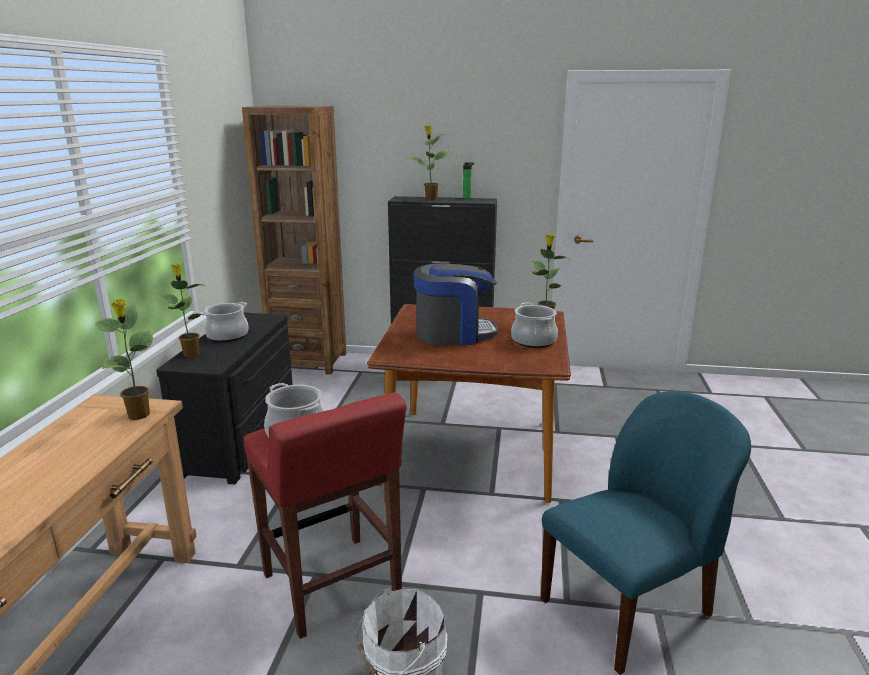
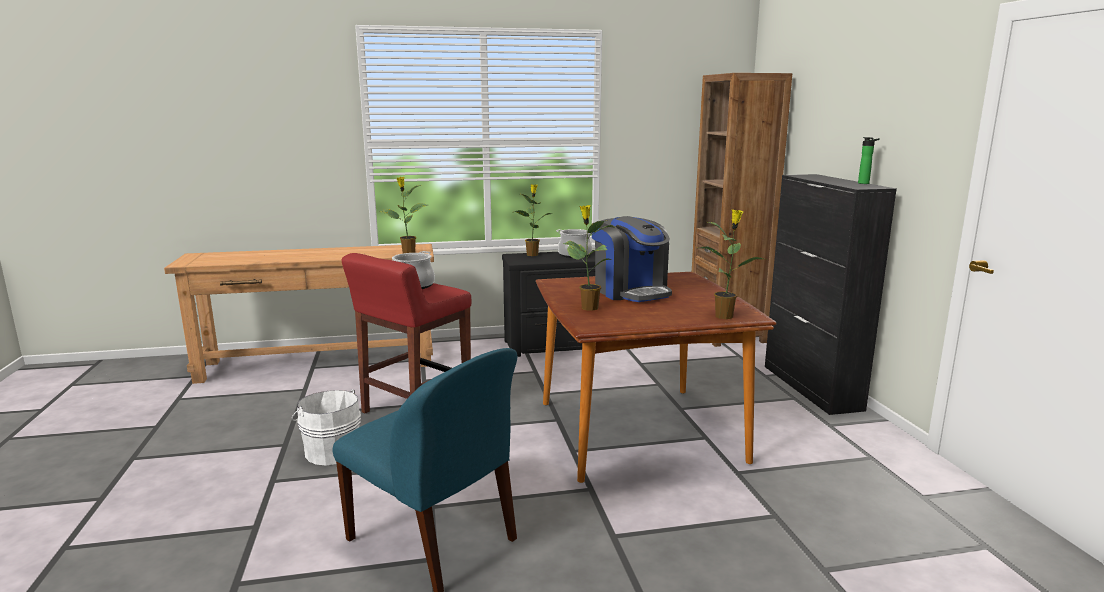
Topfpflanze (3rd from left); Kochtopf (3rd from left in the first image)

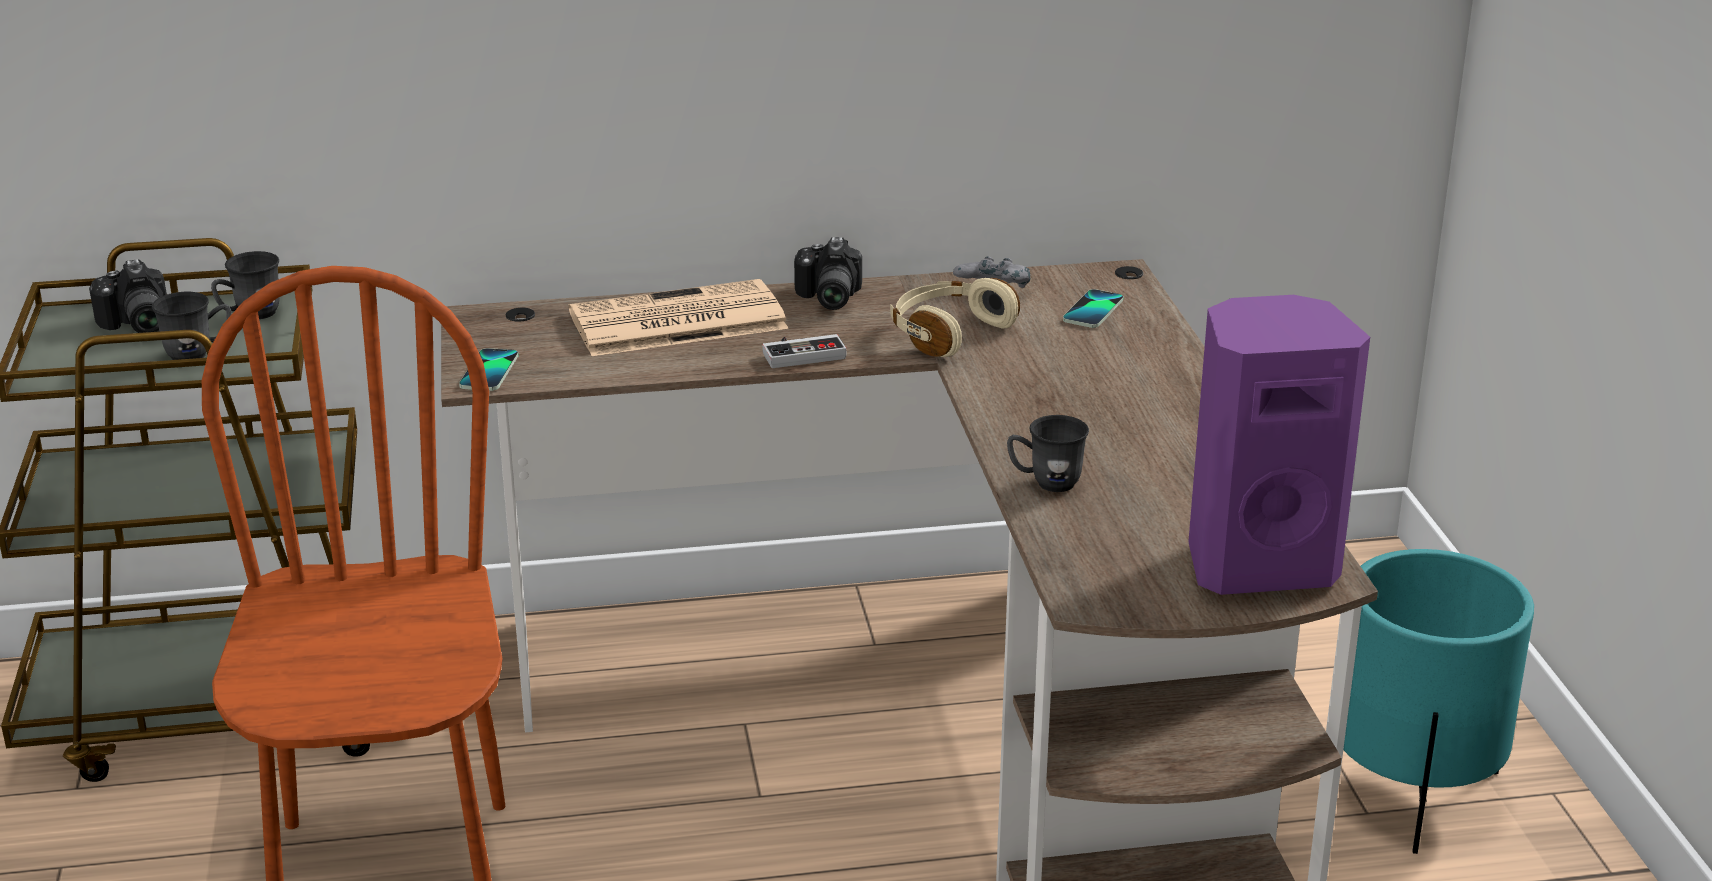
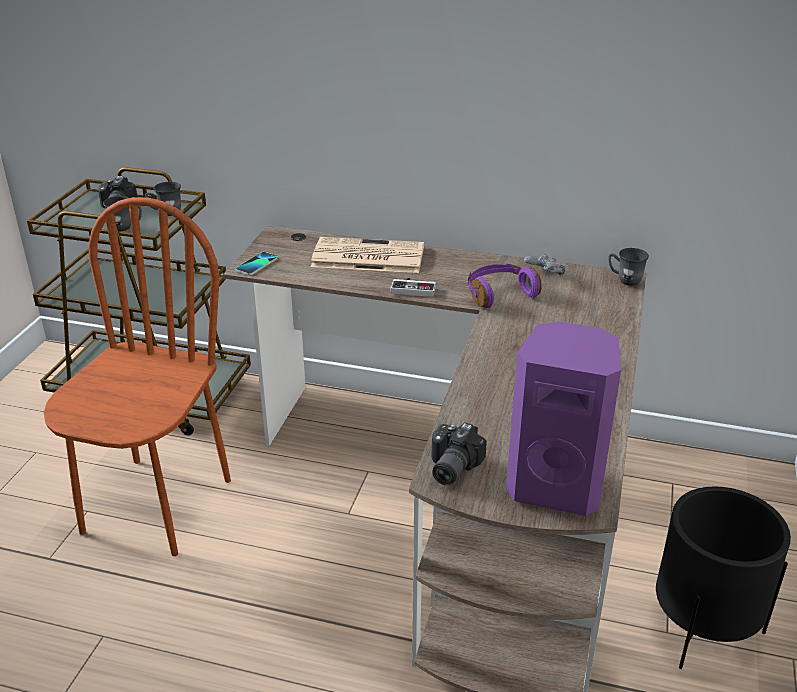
Kamera (2nd from left); Kopfhörer [lila]; Handy (2nd from left in the first image); Henkelbecher [grau] (3rd from left); Pflanzkübel [schwarz]

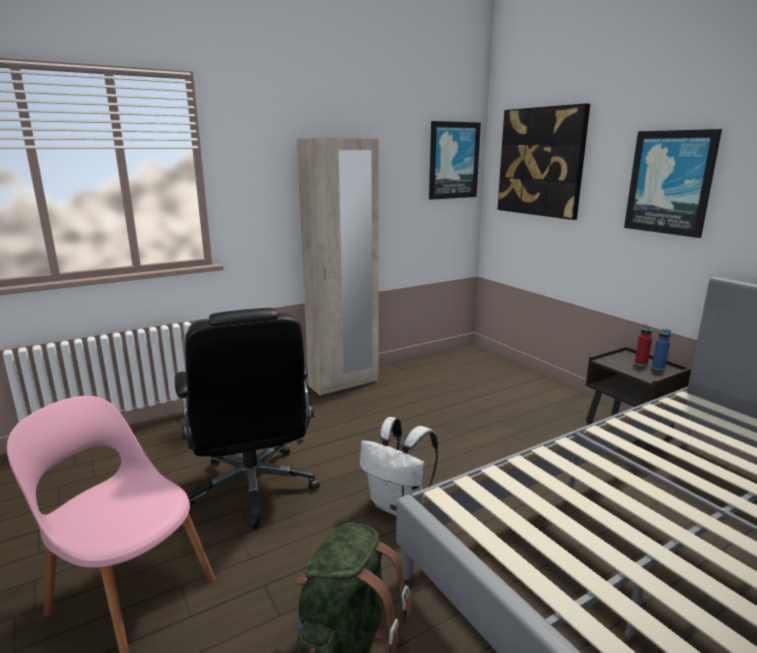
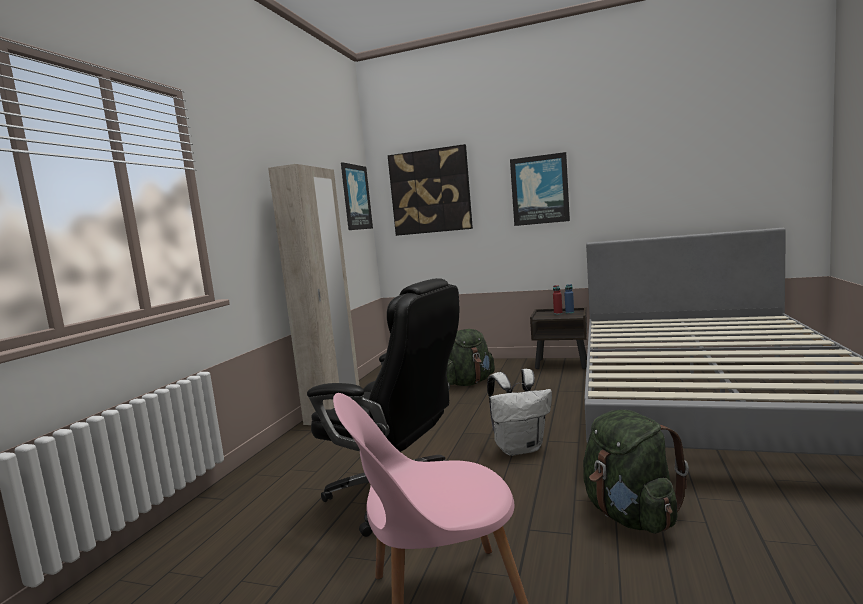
Rucksack [grün] (1st from left)

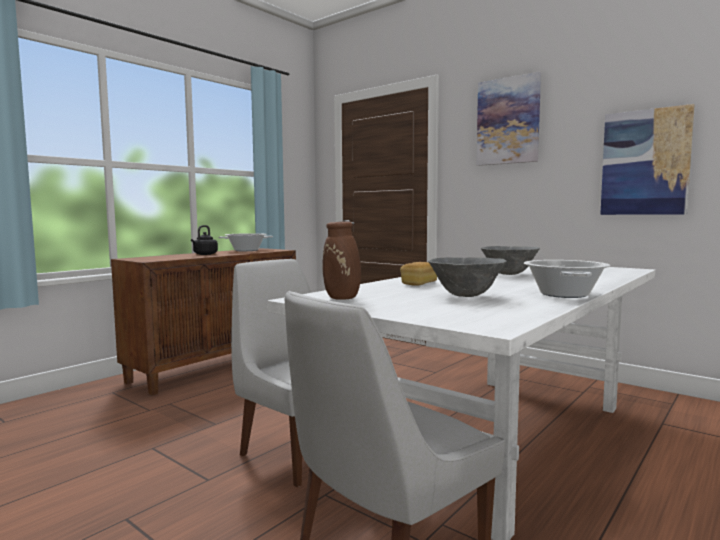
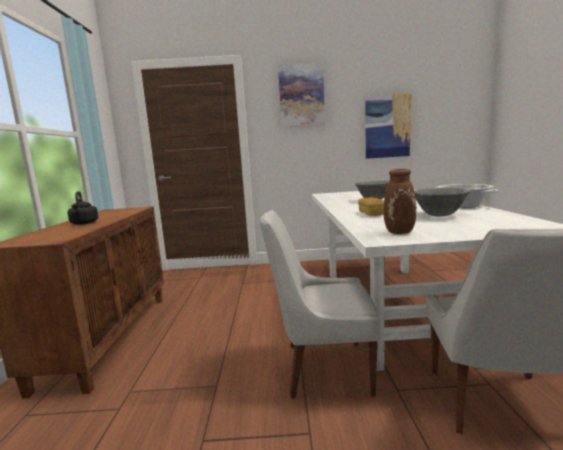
Kochtopf (1st from left in the first image)

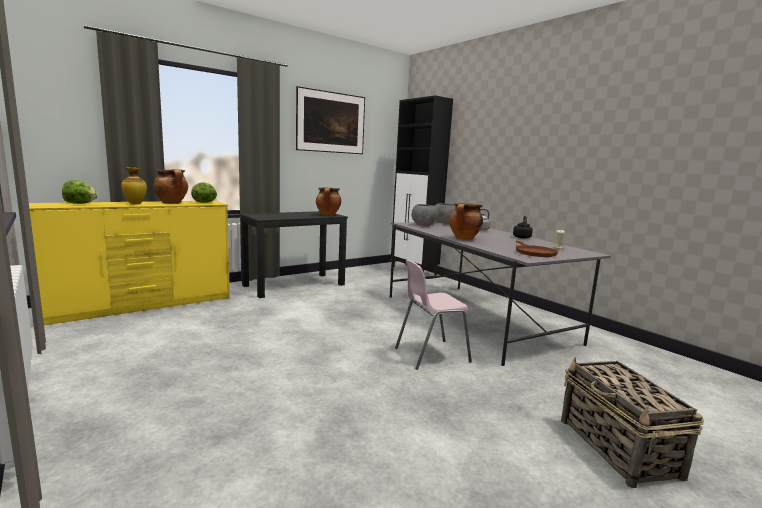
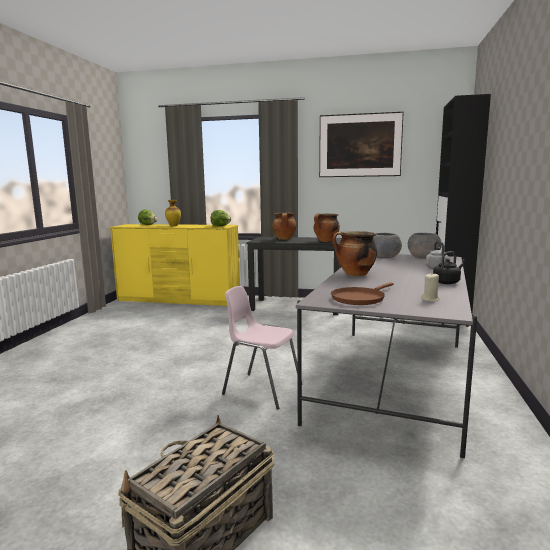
Kochtopf (1st from left)

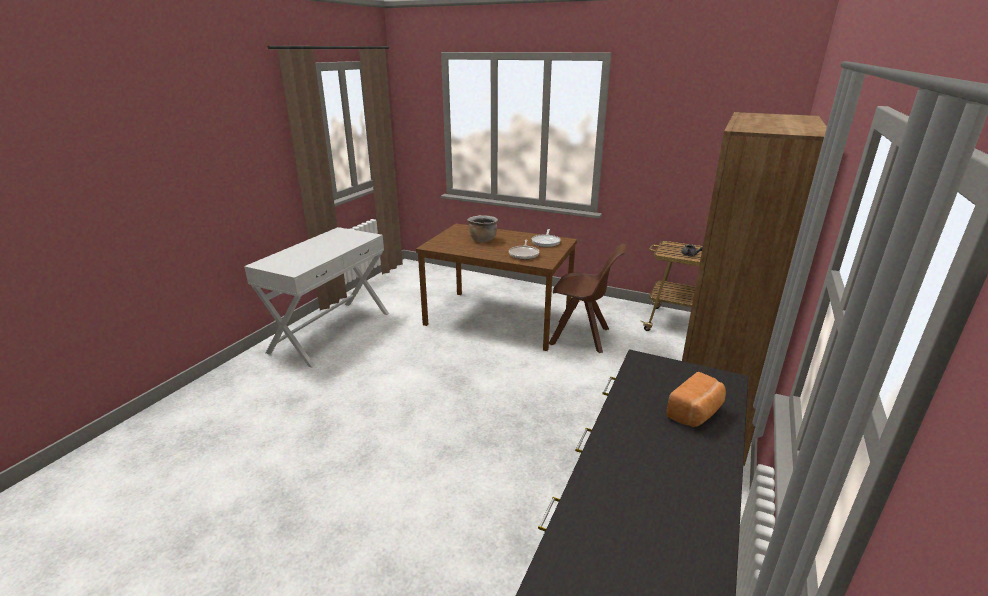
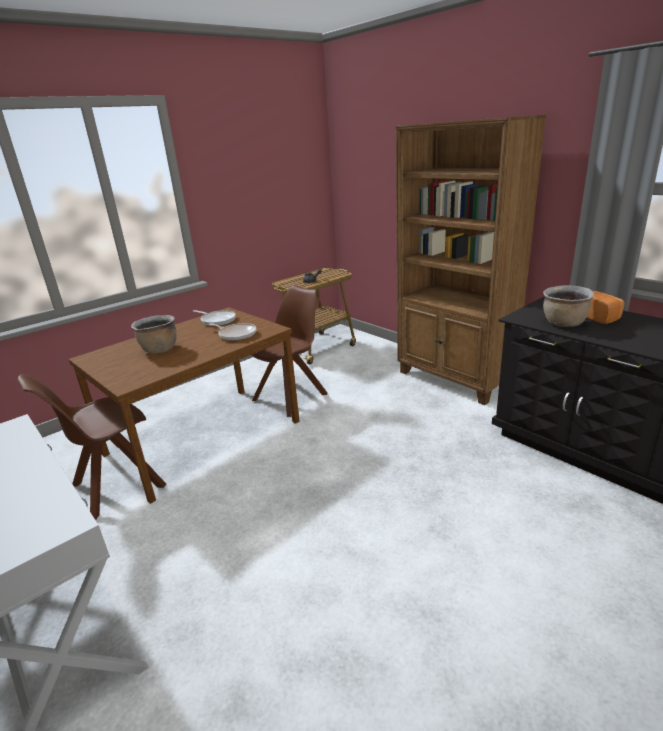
Kochtopf [braun] (2nd from left); Stuhl [braun] (1st from left)

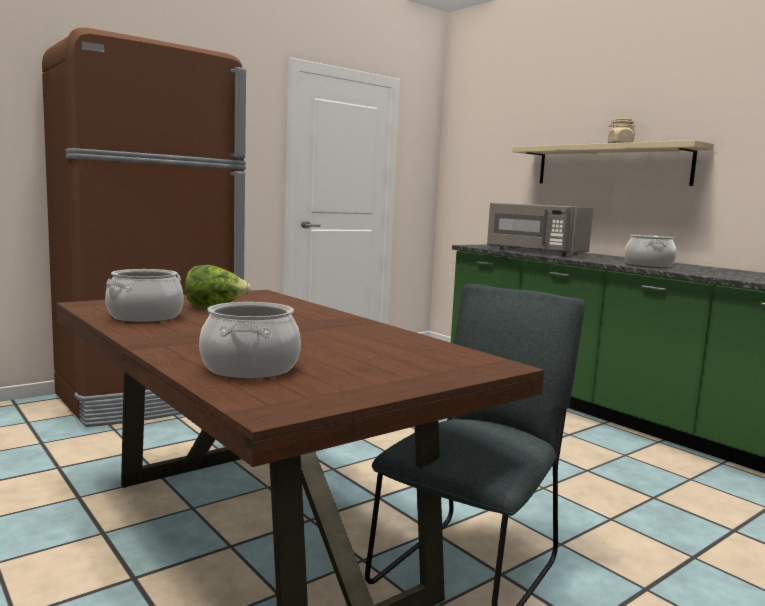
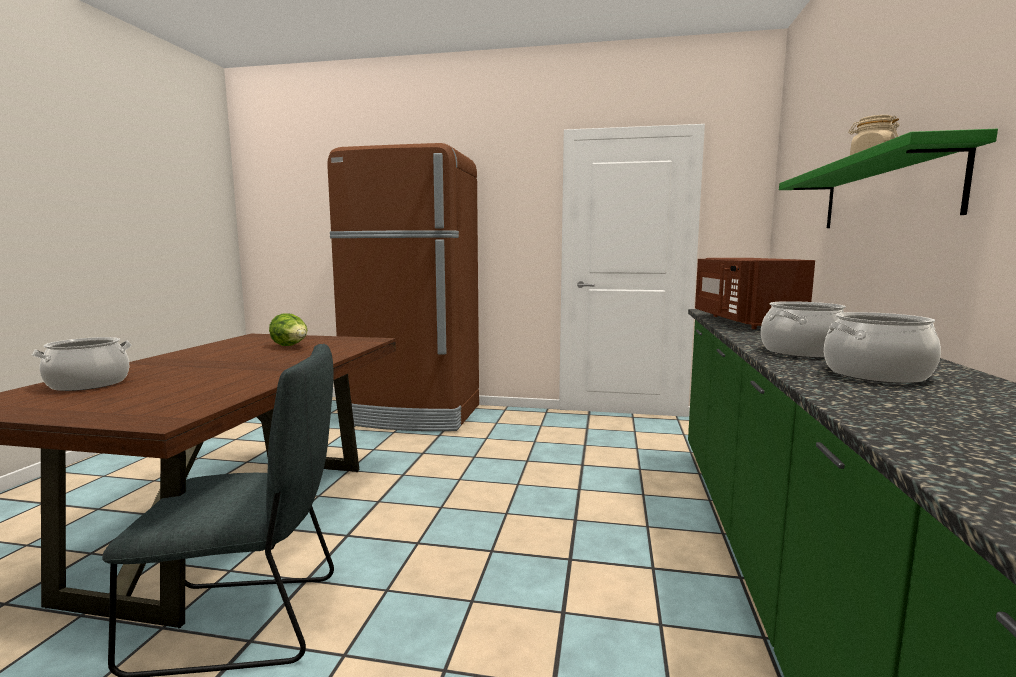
Wandregal [grün]; Mikrowelle [braun]; Kochtopf (3rd from left)

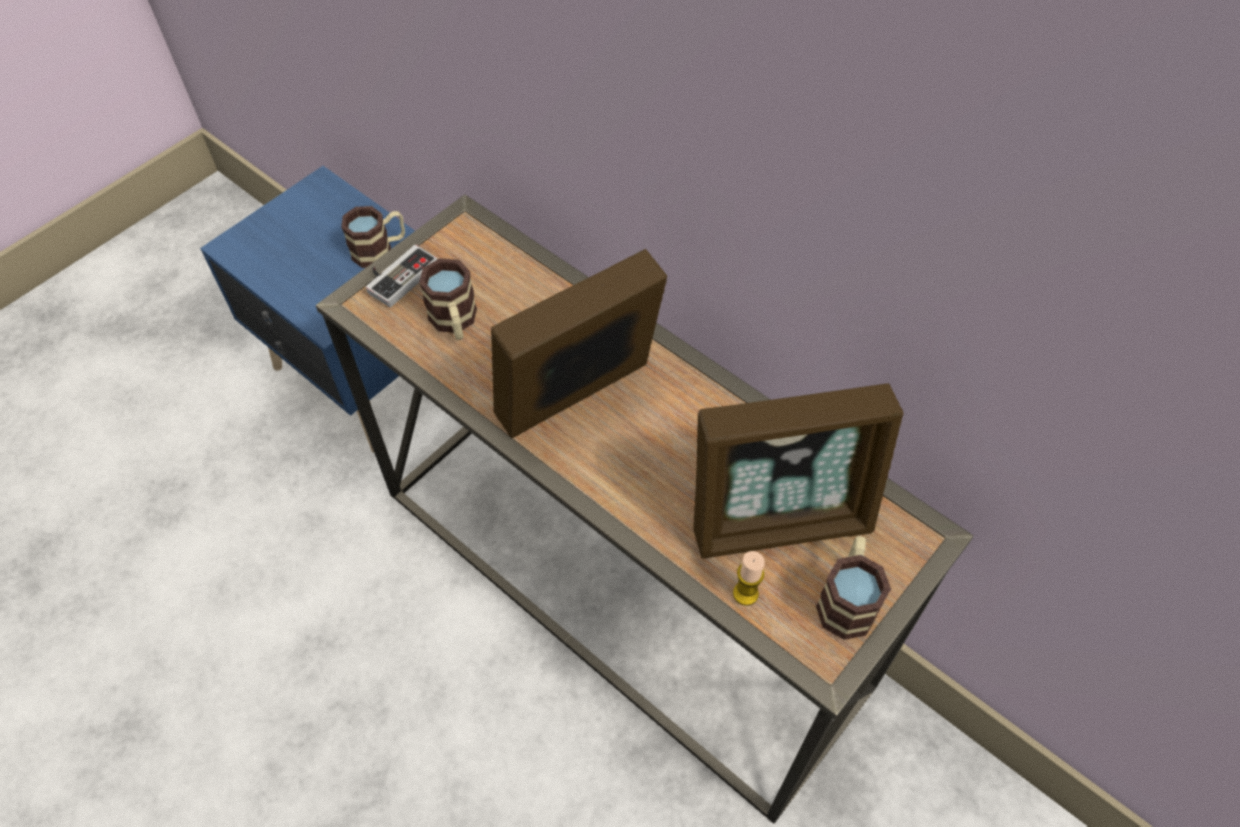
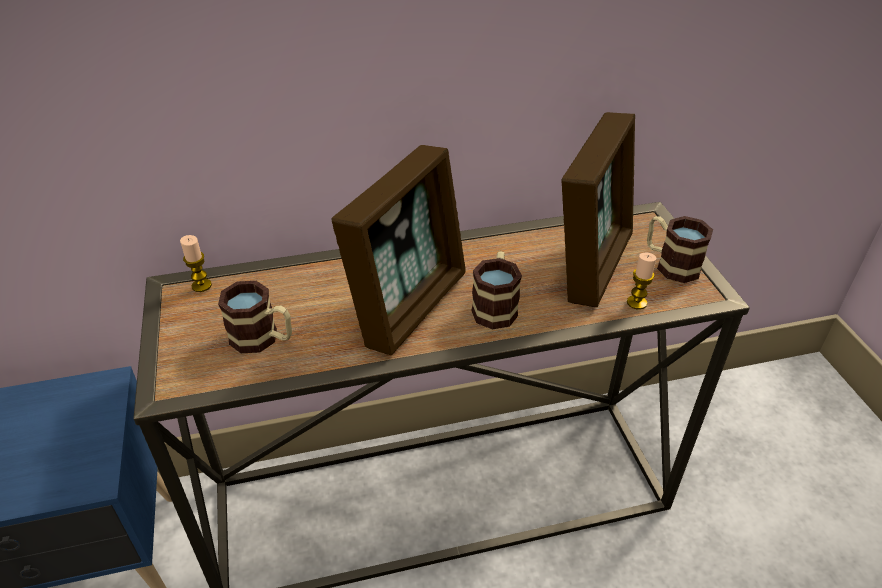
Henkelbecher (2nd from left); Gamepad; Bilderrahmen (1st from left); Kerze (1st from left)

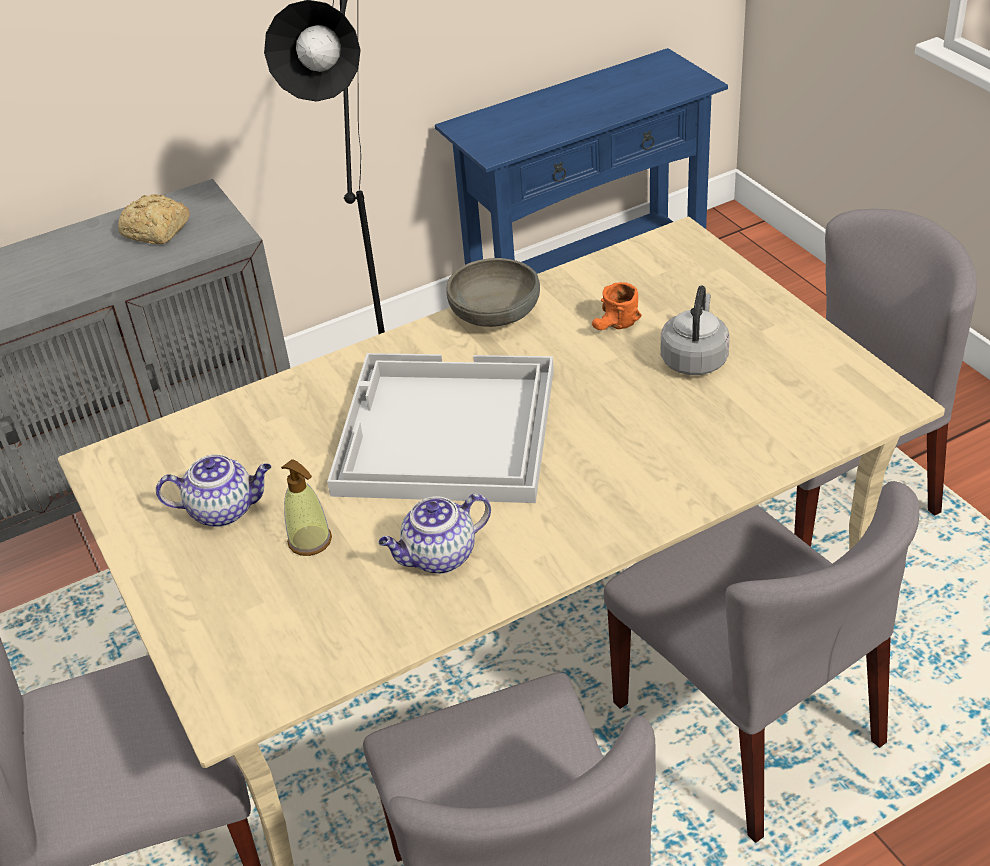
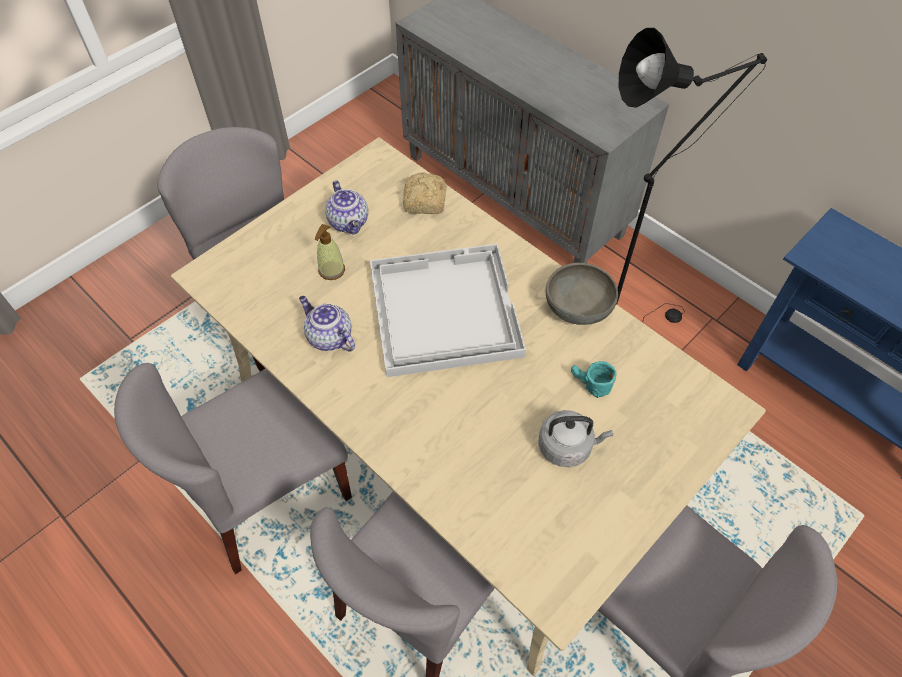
Brot; Henkelbecher [türkis]

